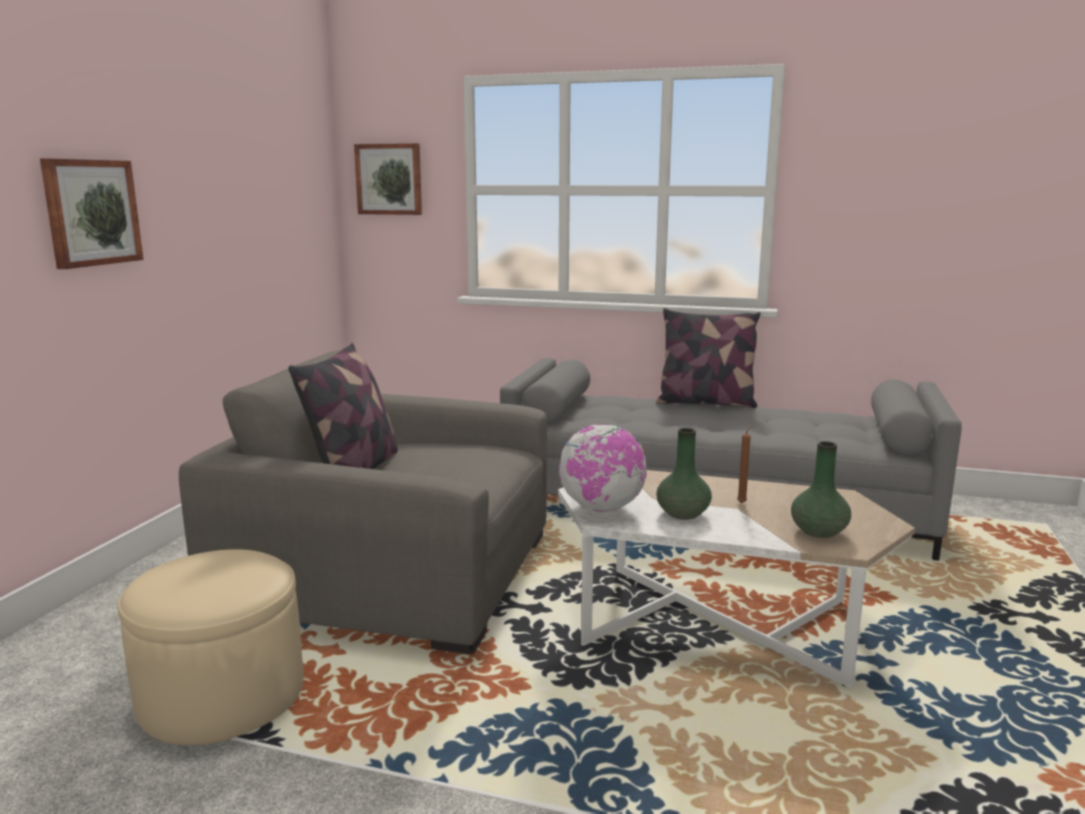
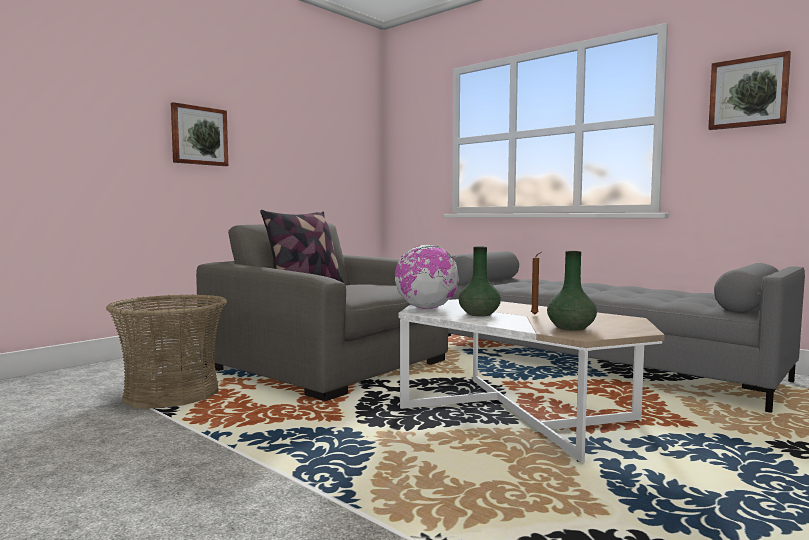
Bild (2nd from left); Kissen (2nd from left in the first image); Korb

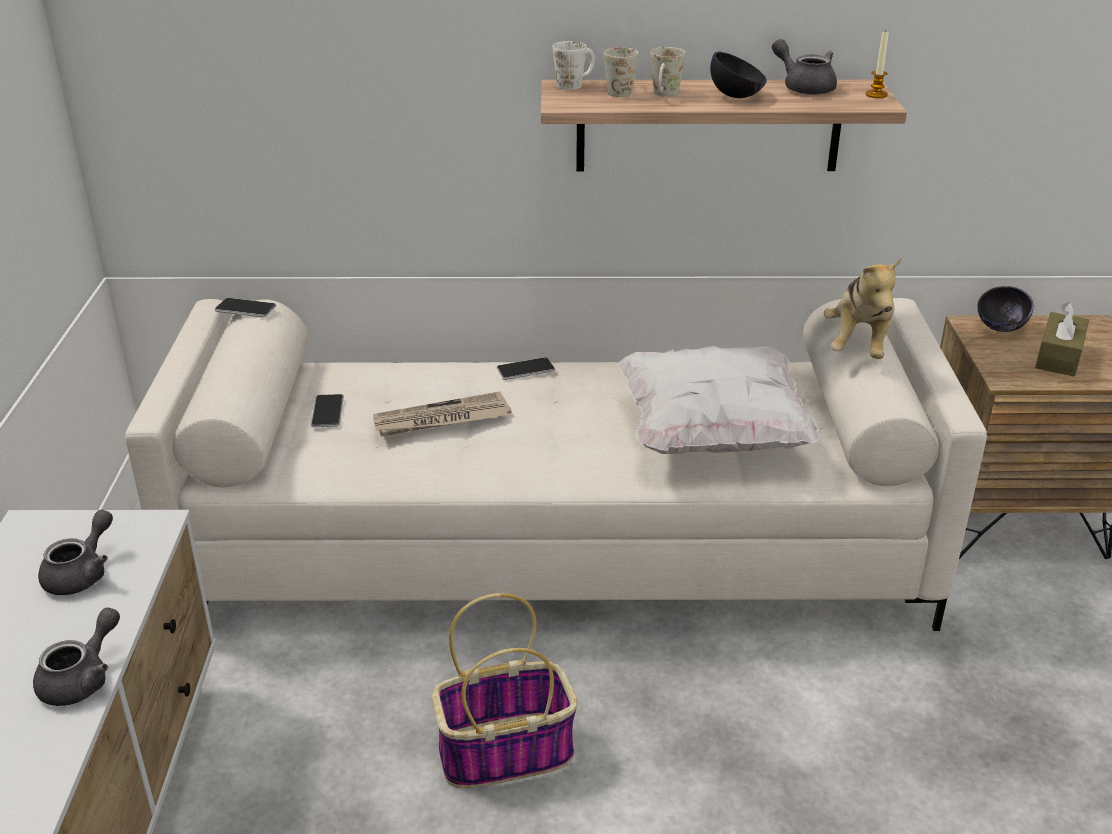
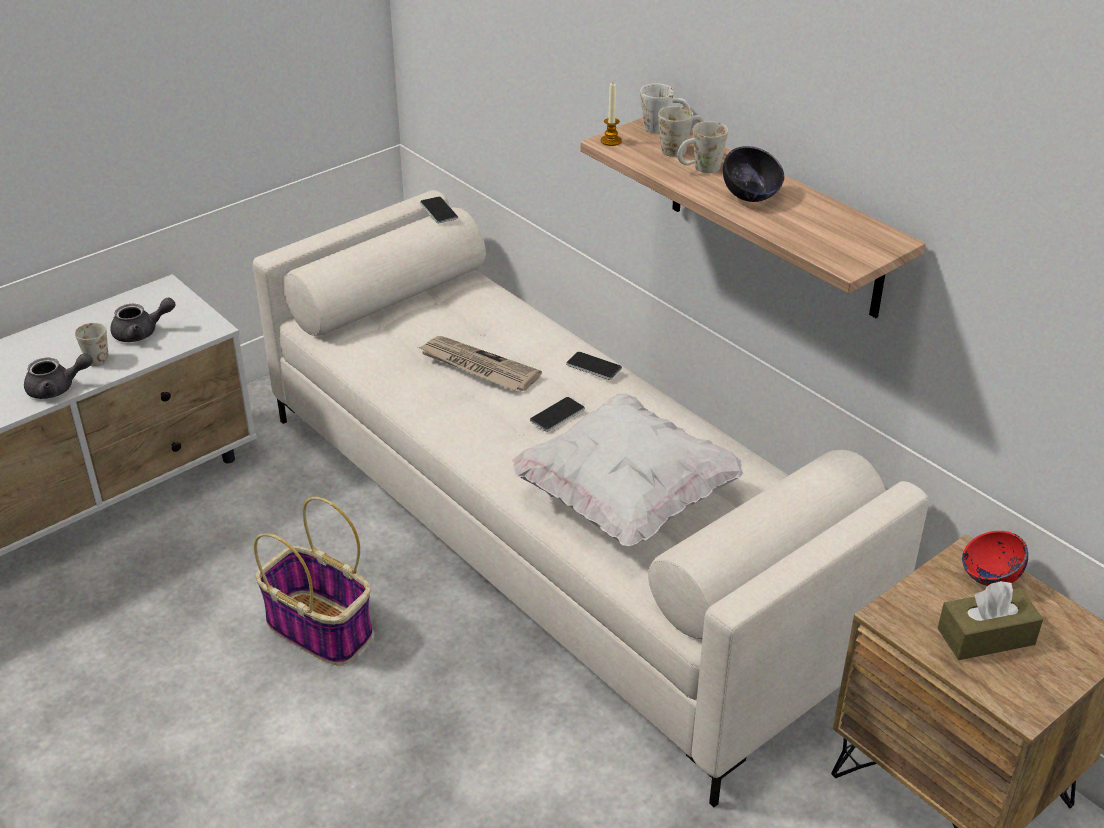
Kerze; Teekanne [grau] (3rd from left in the first image); Plüschtier; Schüssel [rot]; Handy (2nd from left); Henkelbecher [weiß] (1st from left)

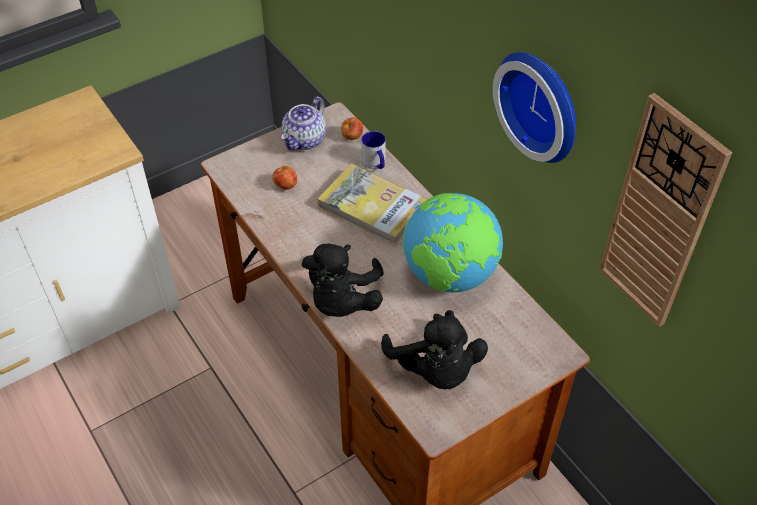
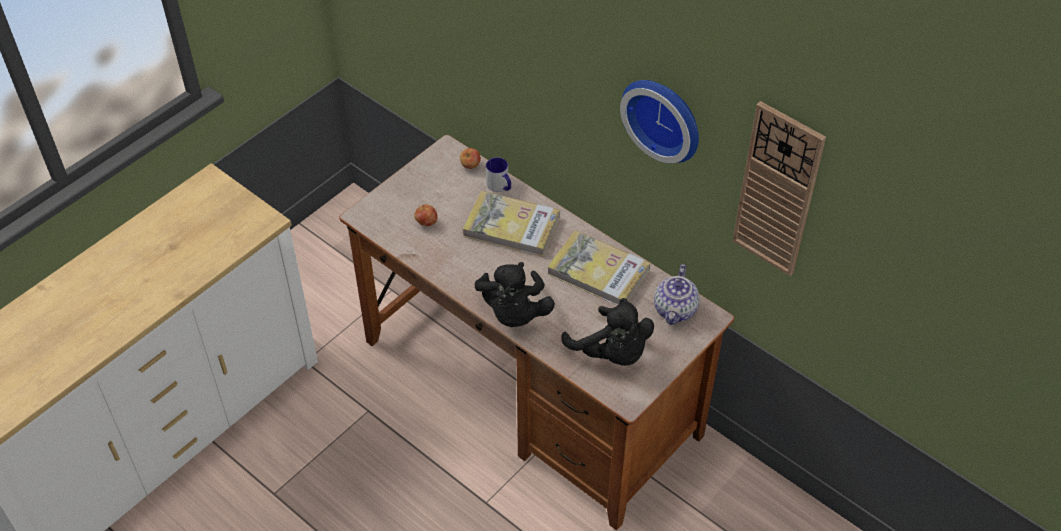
Teekanne; Buch (2nd from left)

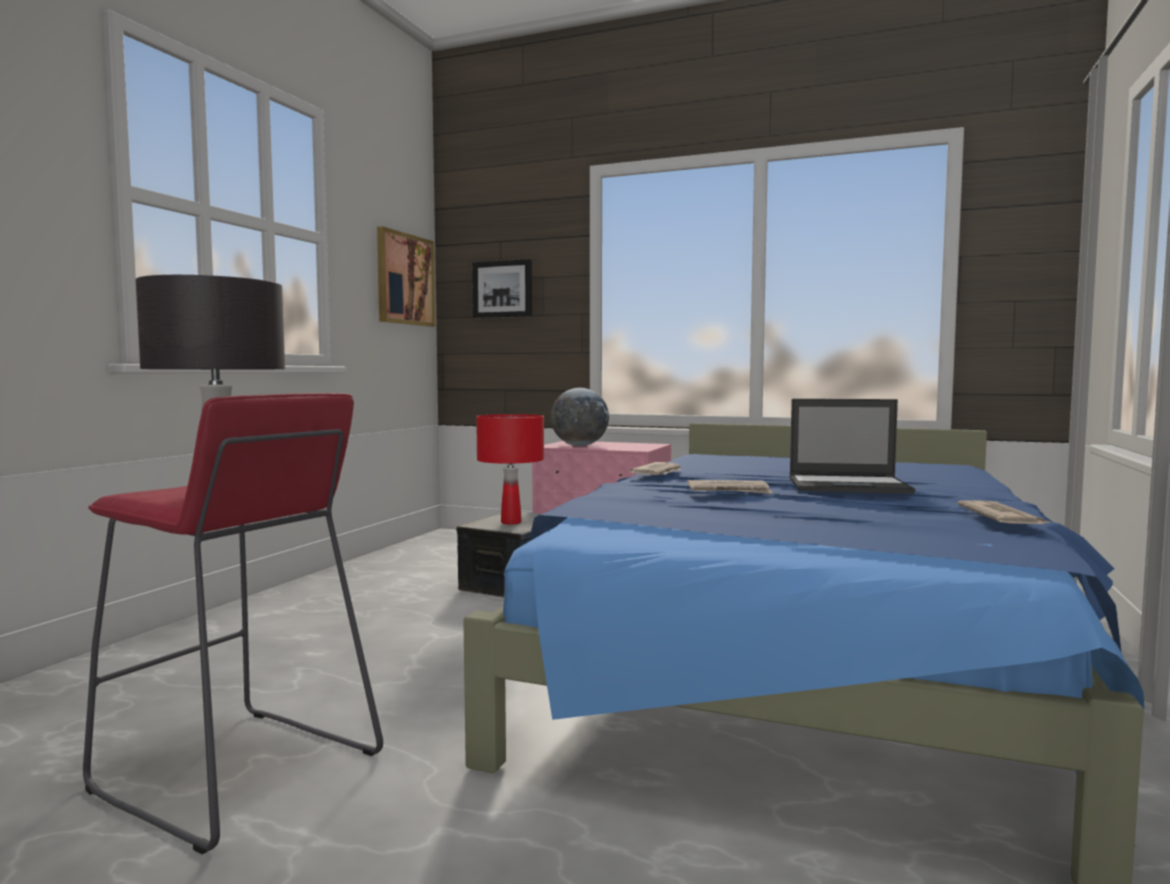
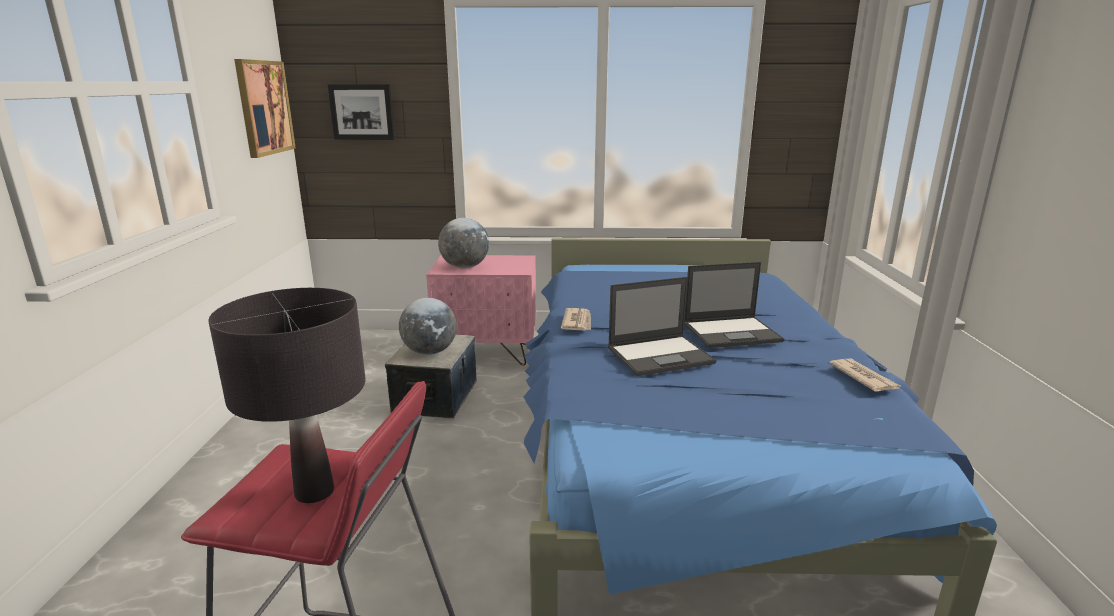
Globus (1st from left); Laptop (1st from left)

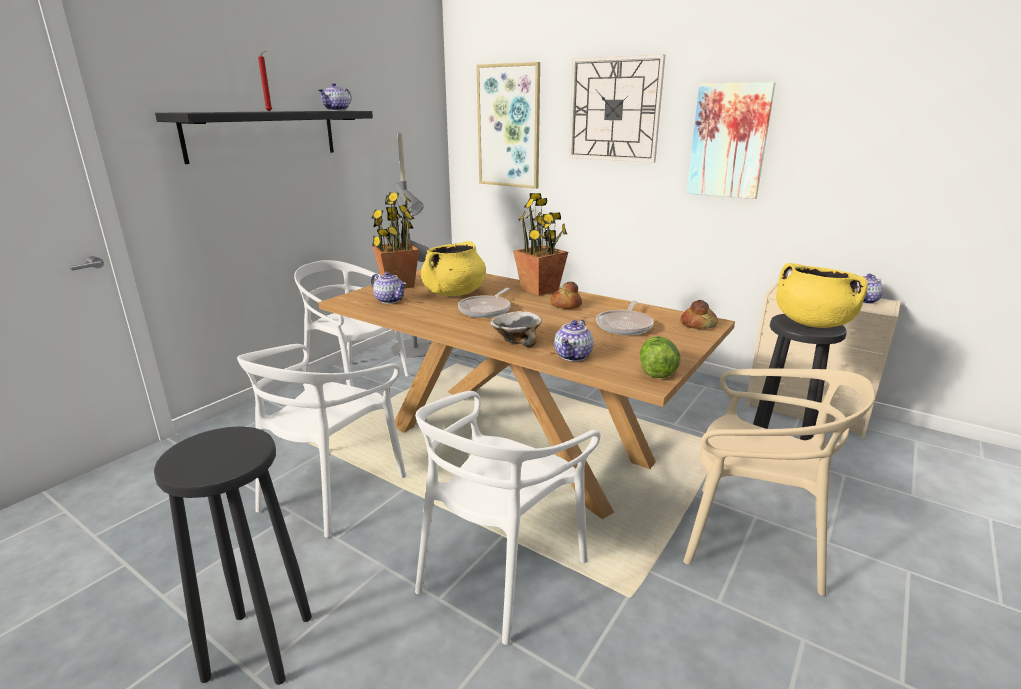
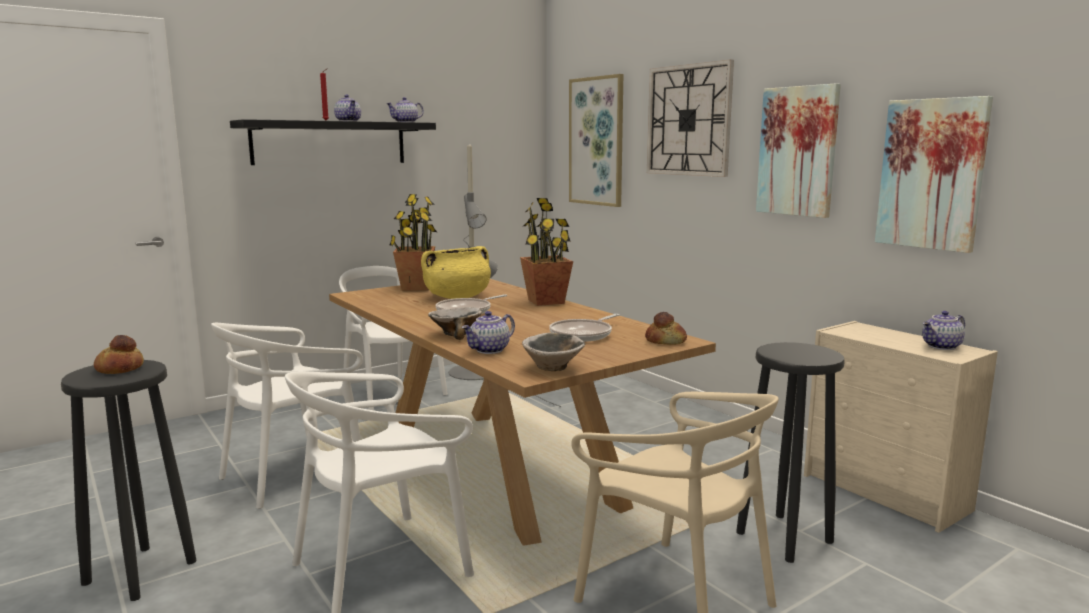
Kochtopf [gelb] (2nd from left in the first image); Teekanne (1st from left); Brot (1st from left); Schüssel (2nd from left); Bild (3rd from left)

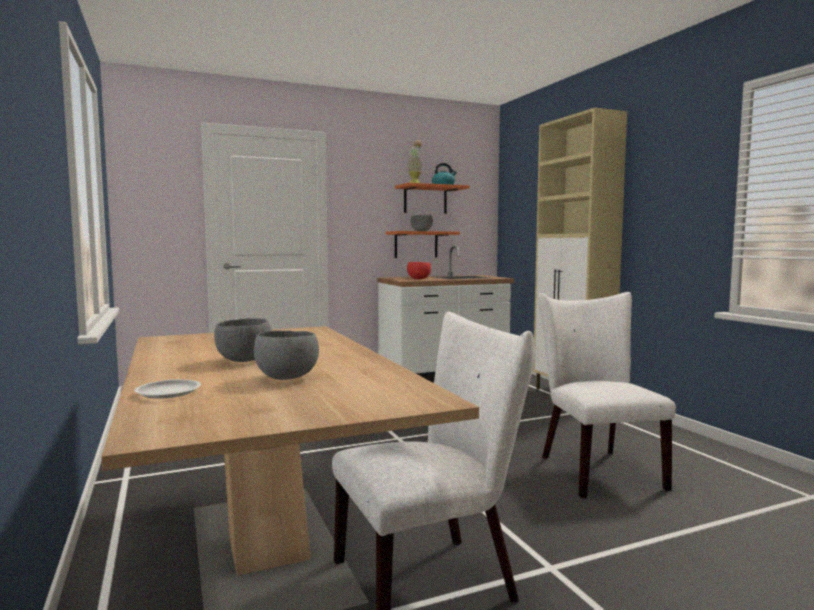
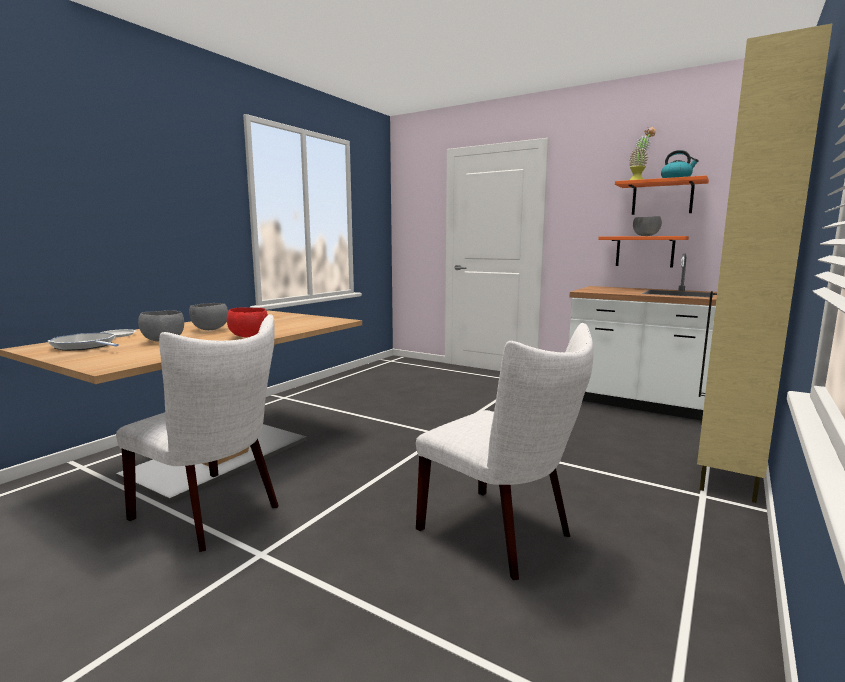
Schüssel [rot]; Stuhl [weiß] (2nd from left); Pfanne

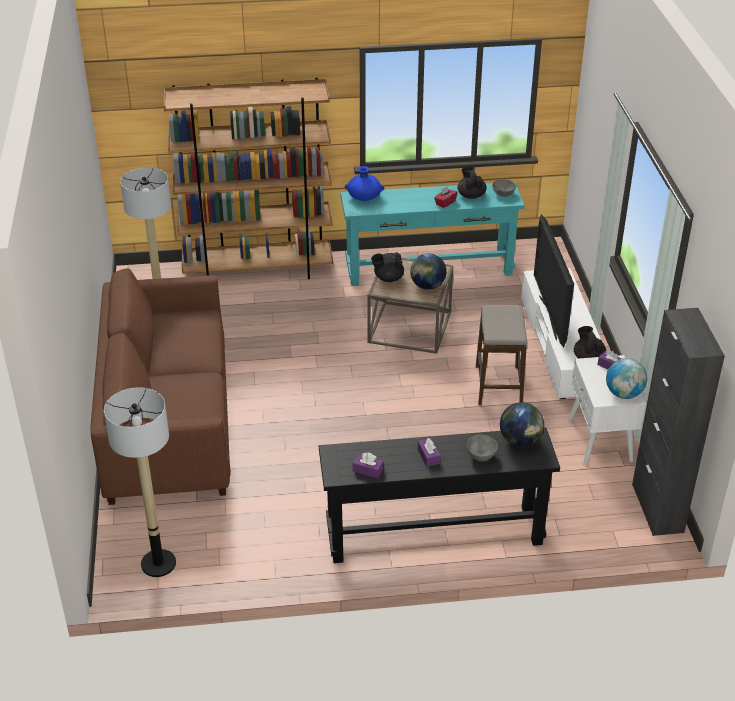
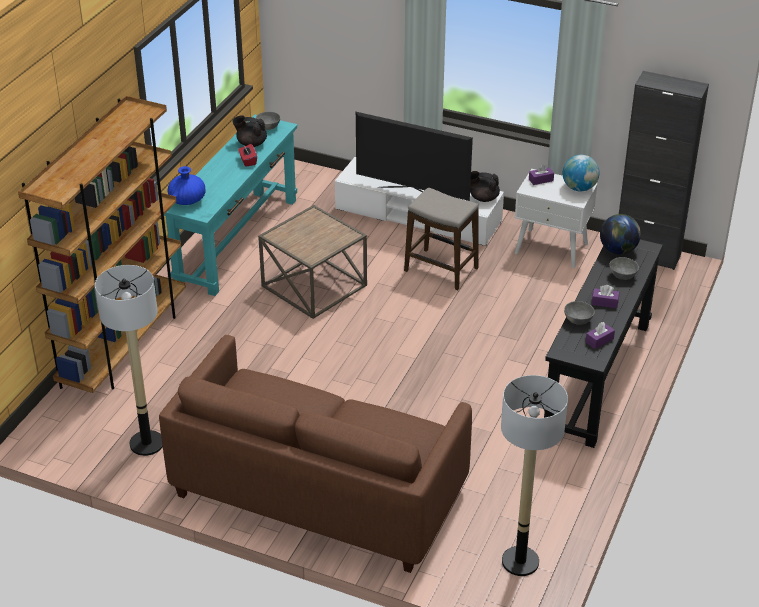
Teekanne [schwarz] (1st from left in the first image); Globus (1st from left in the first image); Schüssel [grau] (2nd from left)

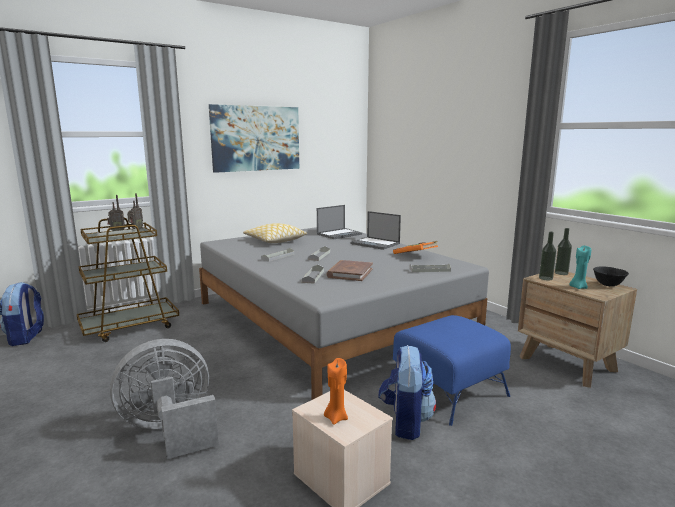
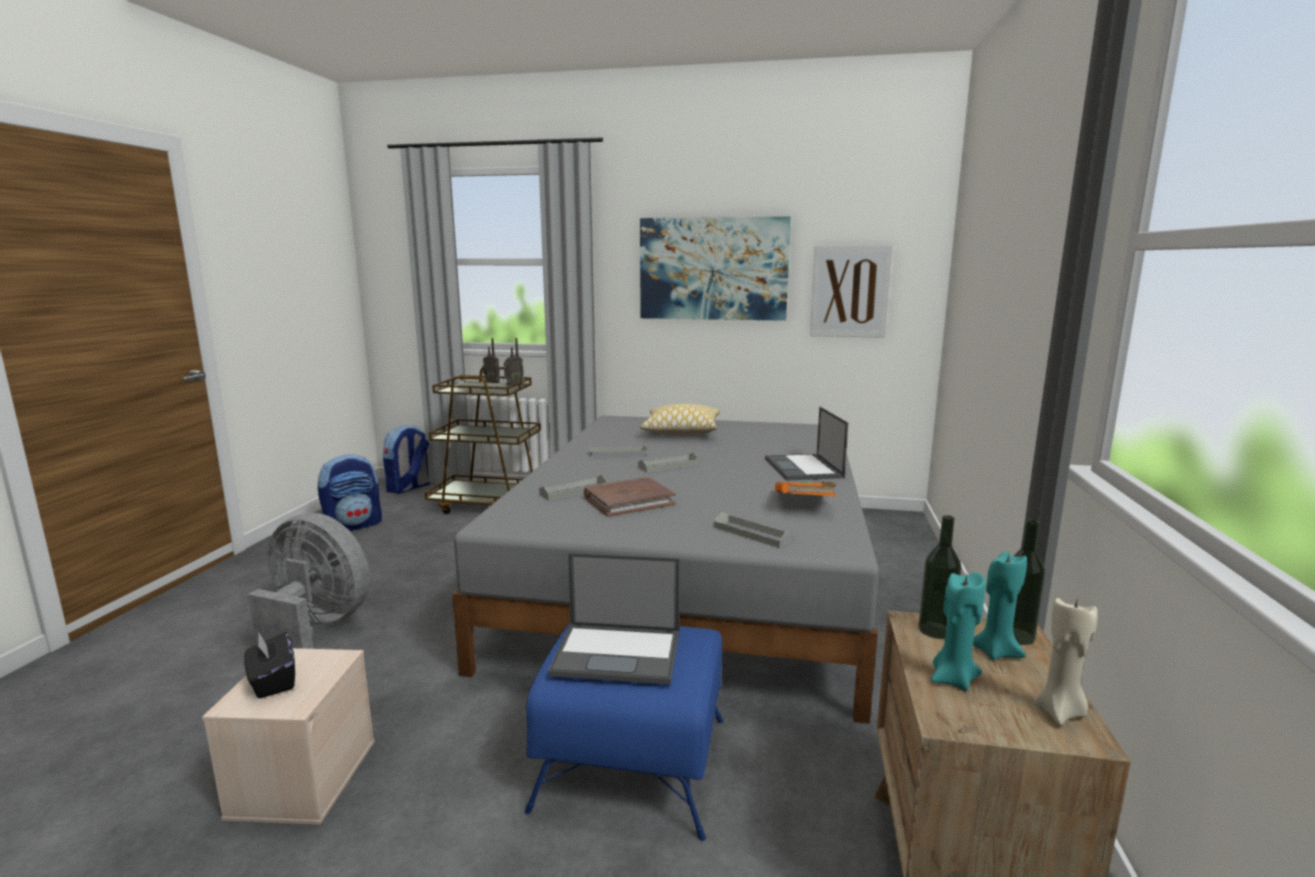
Laptop (1st from left); Kerze [beige]; Rucksack (1st from left); Taschentuchbox [schwarz]; Bild (2nd from left); Kerze [türkis] (2nd from left)

